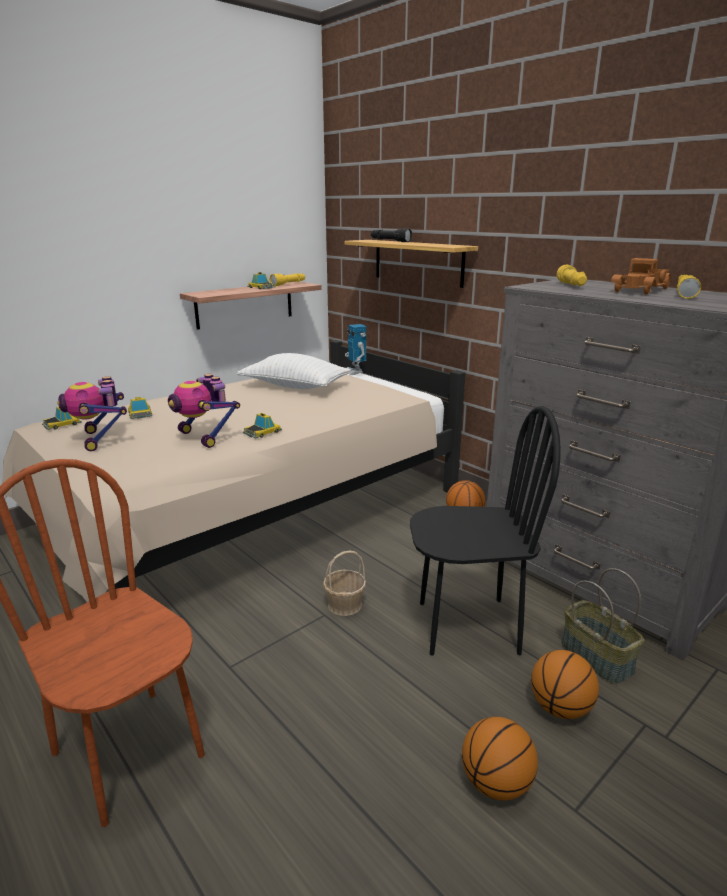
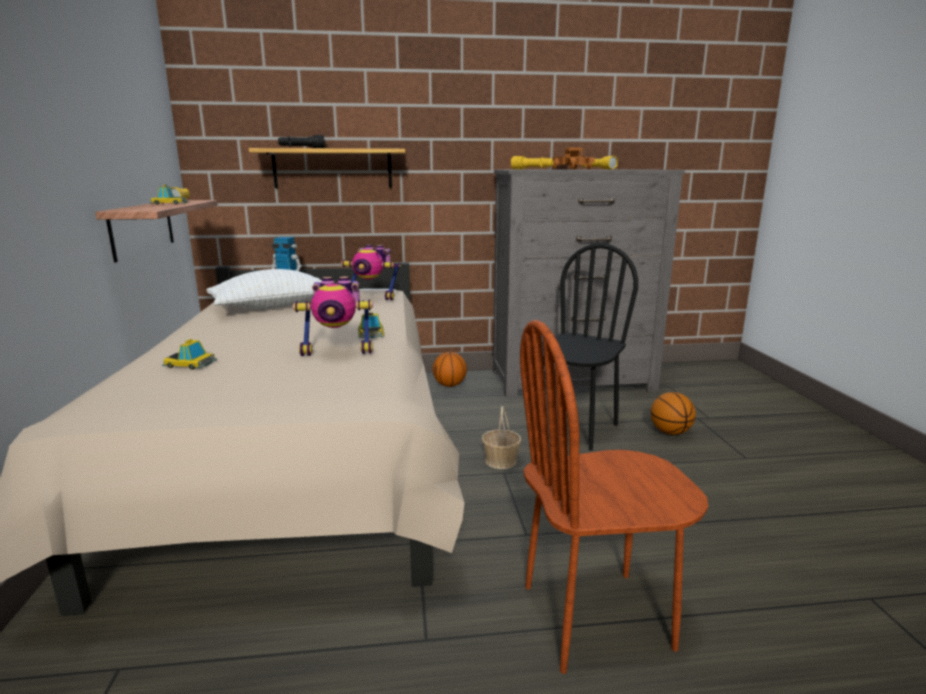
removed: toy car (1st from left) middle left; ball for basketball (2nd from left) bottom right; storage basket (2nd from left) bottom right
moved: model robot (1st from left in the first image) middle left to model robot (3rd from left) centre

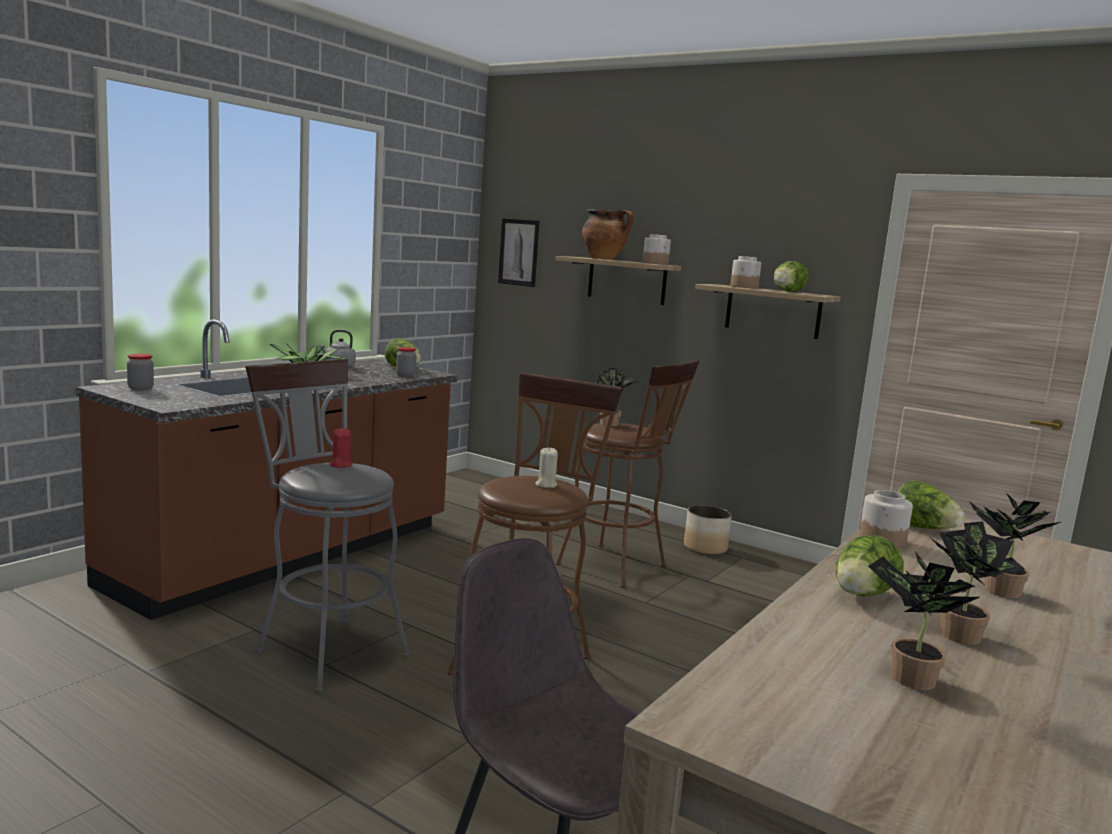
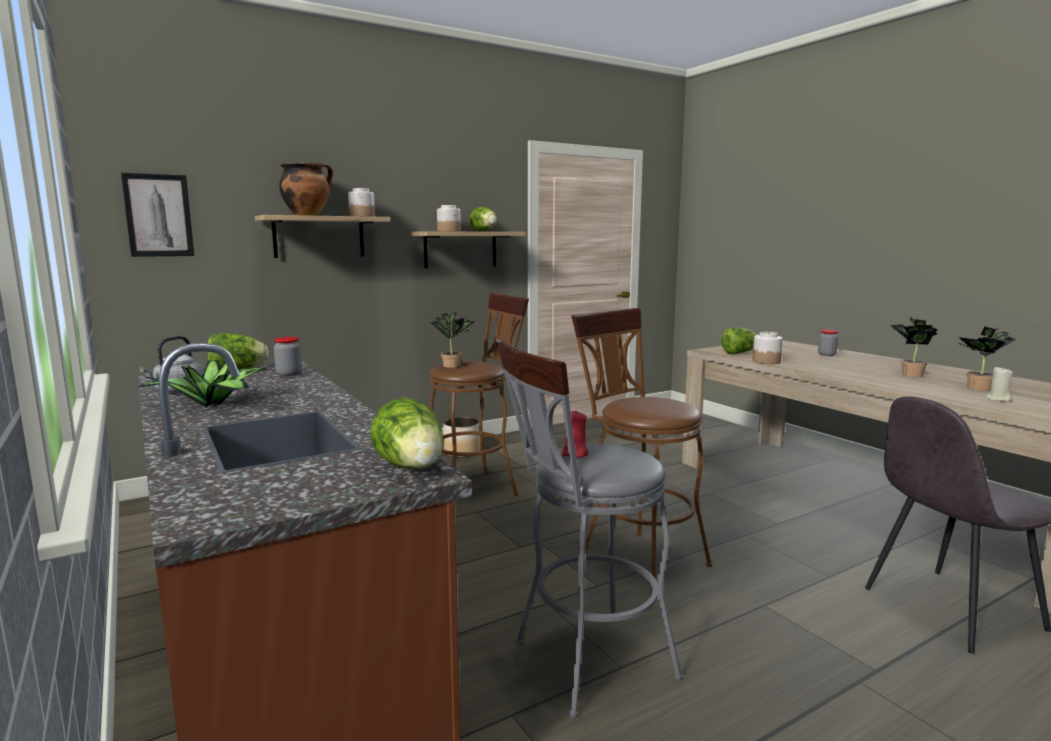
removed: plant in a pot (5th from left) middle right
moved: head of lettuce (3rd from left in the first image) bottom right to head of lettuce (2nd from left) centre; jar (1st from left in the first image) middle left to jar (5th from left) middle right; sand-coloured wax candle centre to middle right

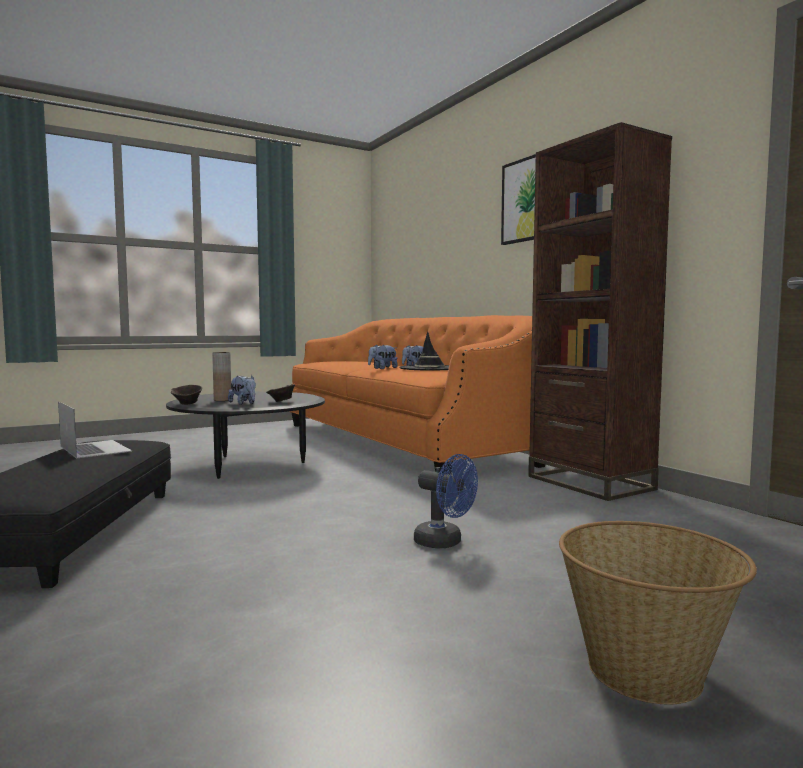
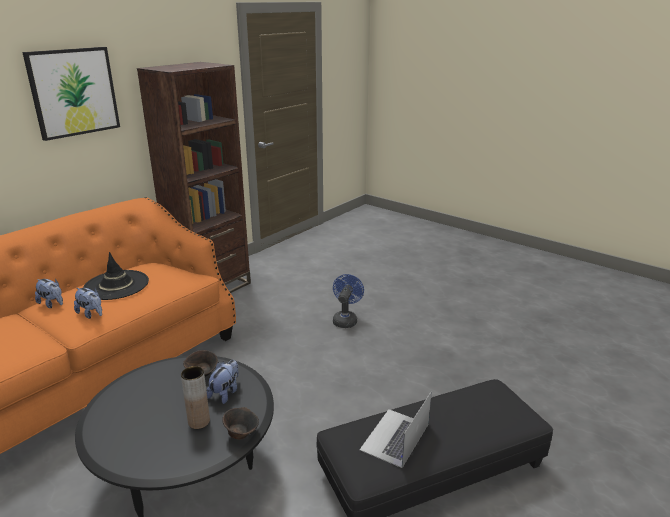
removed: storage basket bottom right

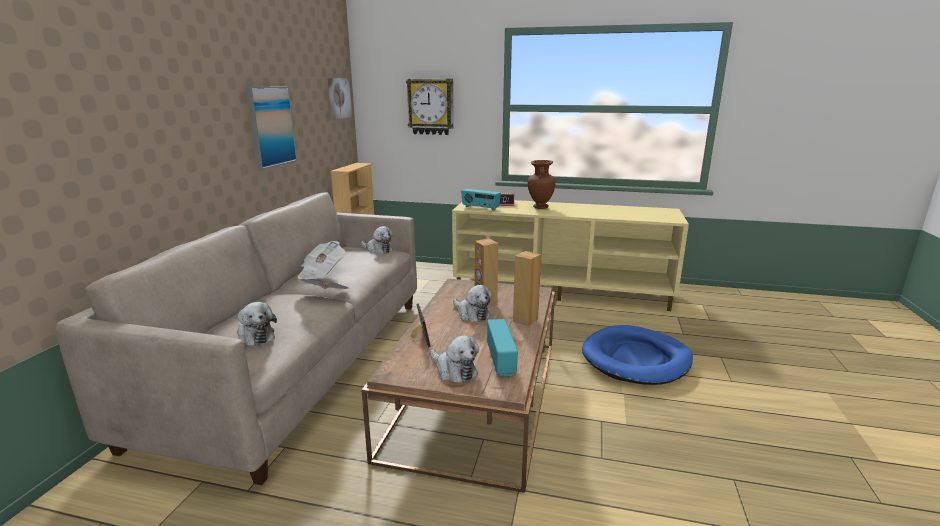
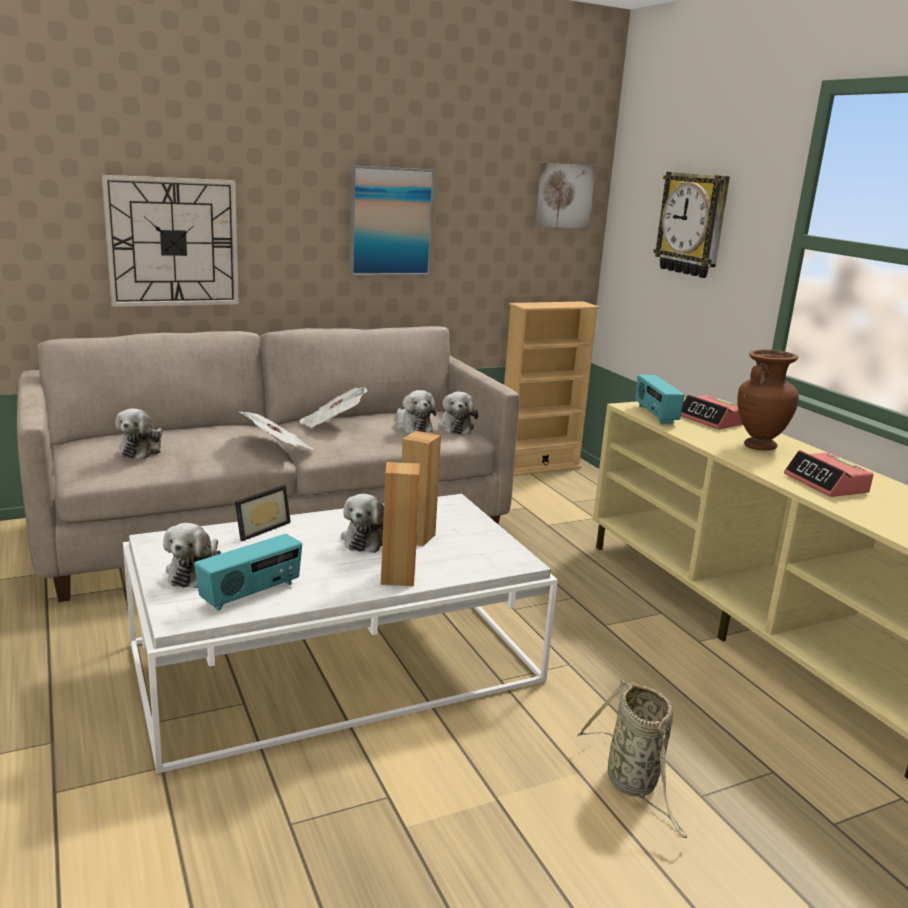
added: hanging clock (1st from left) top left; plush toy (4th from left) centre; table clock (2nd from left) middle right
replaced: blue-coloured pet bed bottom right to storage basket bottom right
recoloured: brownish lounge table bottom centre to white-coloured lounge table bottom centre

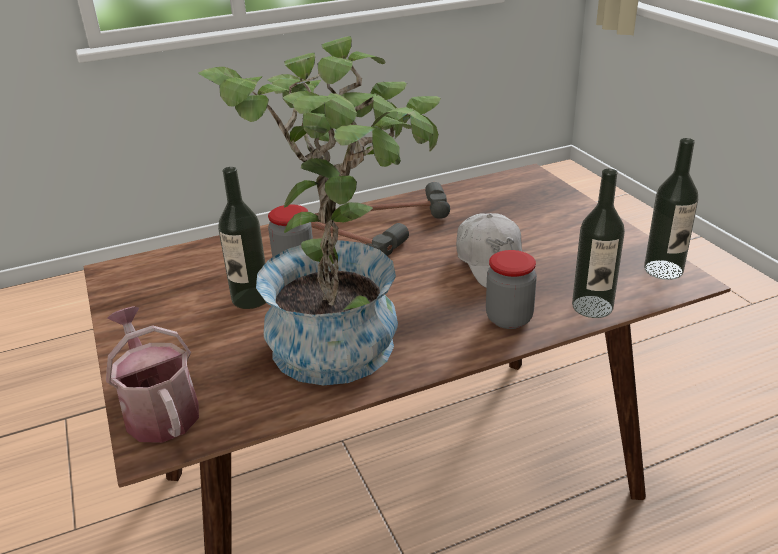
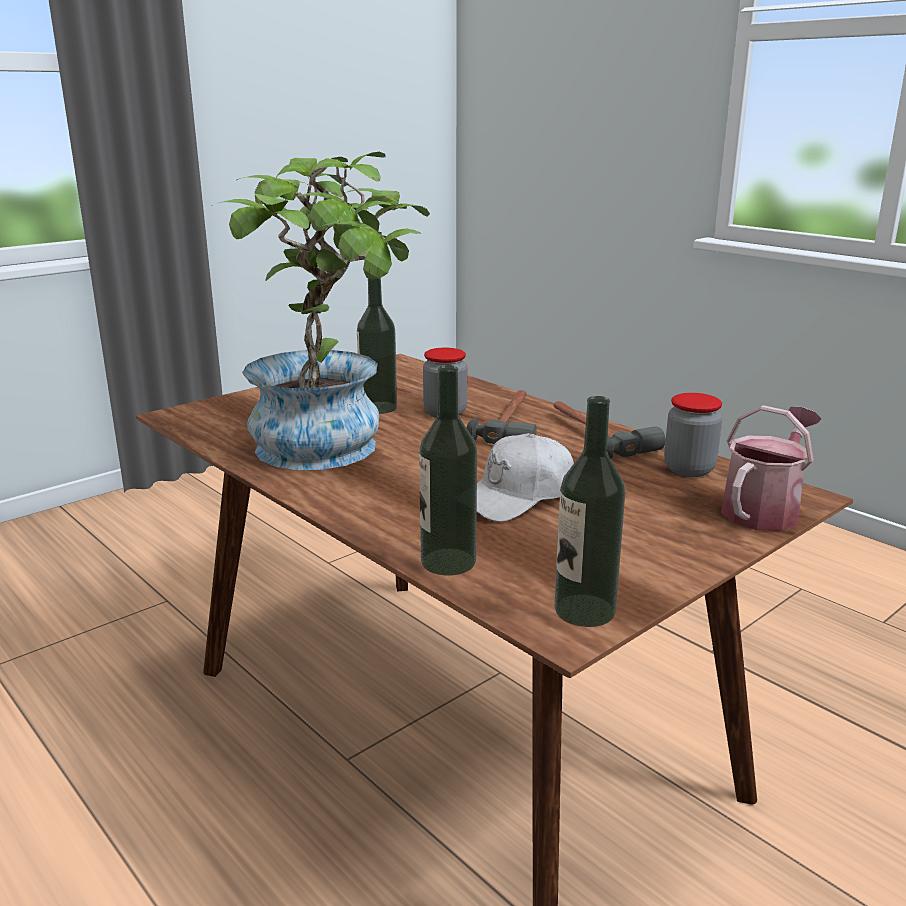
moved: jar (2nd from left) centre to middle right; watering pot bottom left to middle right

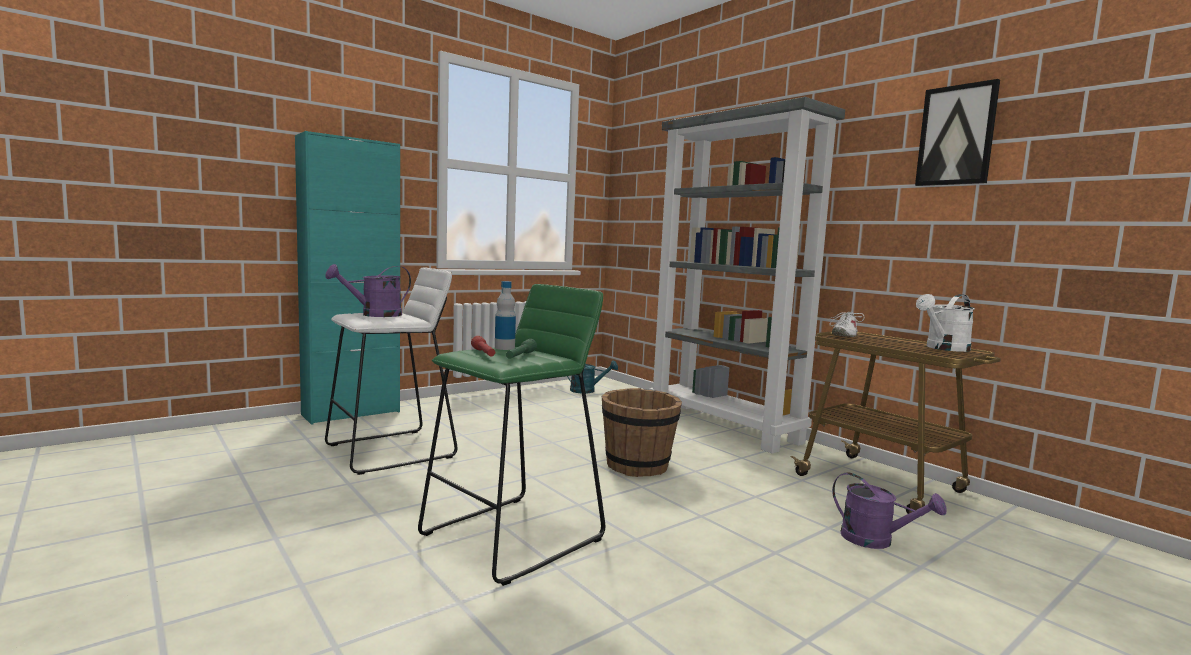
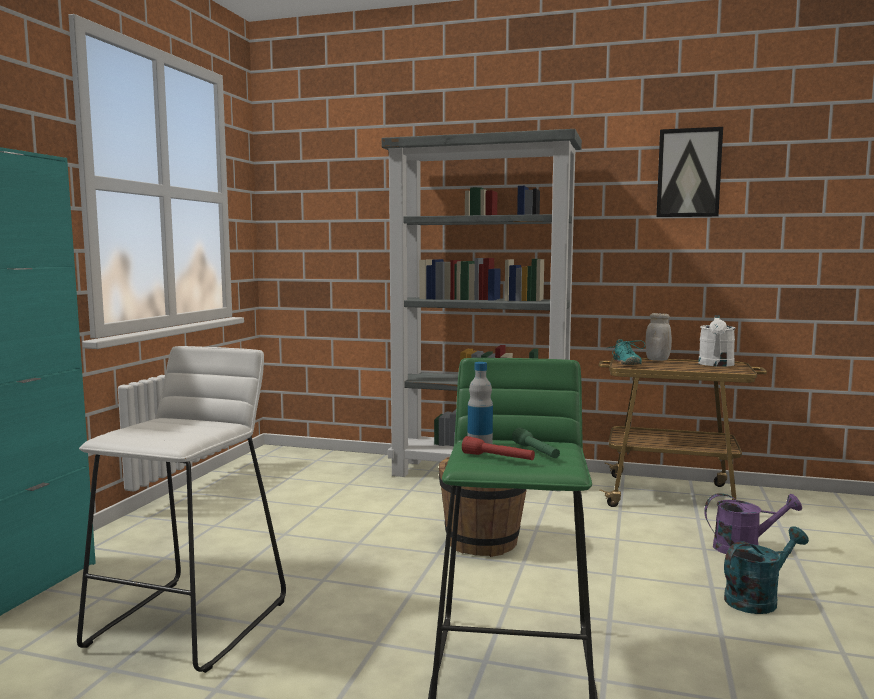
removed: purplish watering pot (1st from left) middle left
added: white-coloured jar middle right
moved: turquoise-coloured watering pot centre to bottom right
recoloured: white-coloured shoe middle right to turquoise-coloured shoe middle right

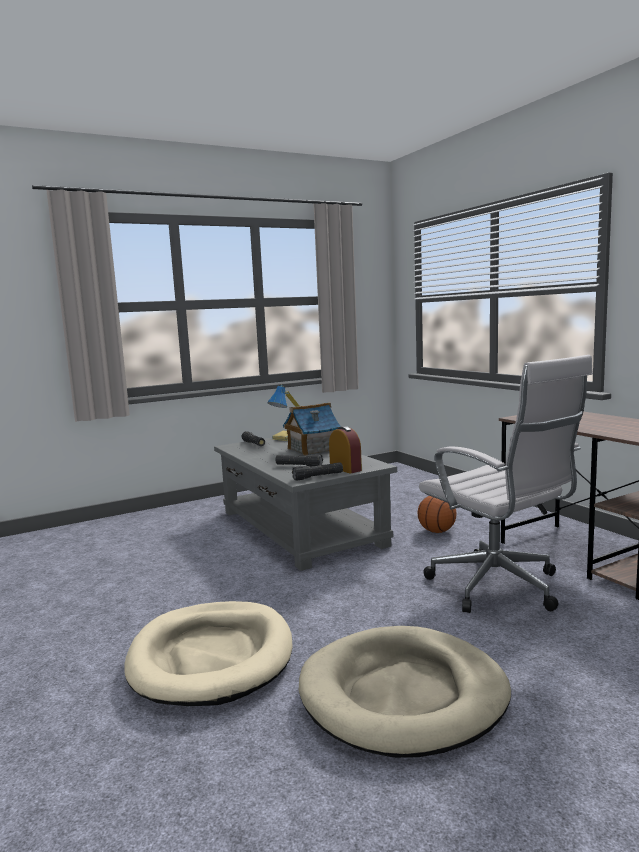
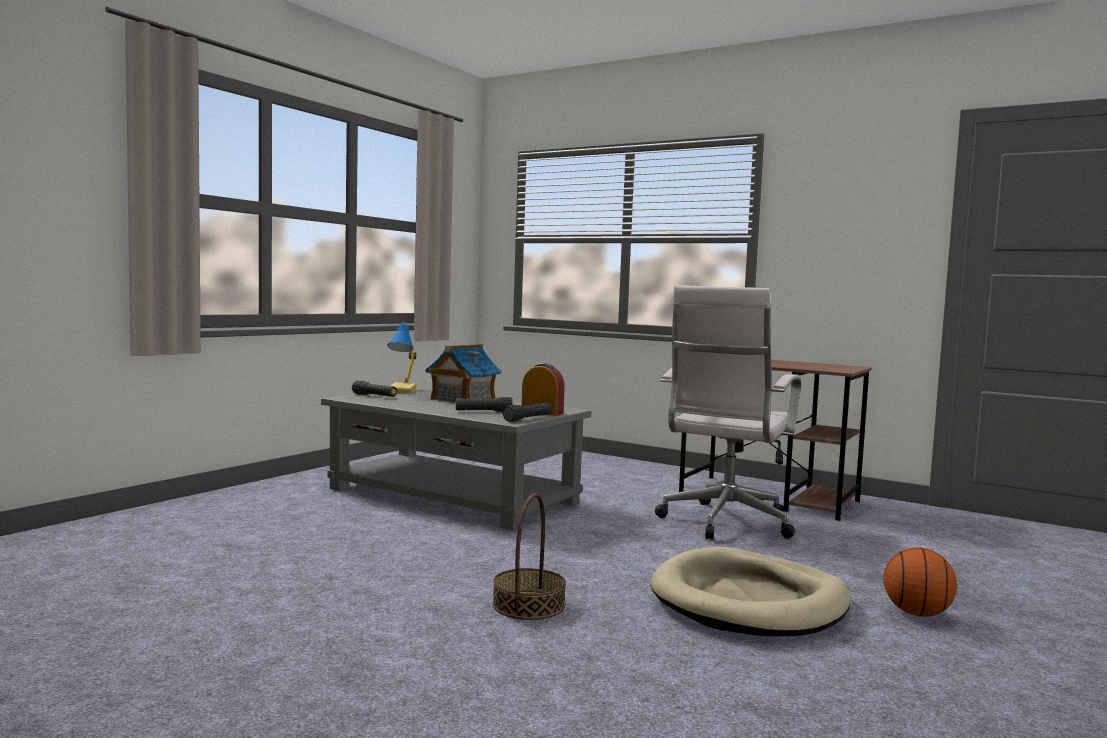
moved: ball for basketball middle right to bottom right
replaced: sand-coloured pet bed (1st from left) bottom left to storage basket bottom centre
turned: white-coloured office chair middle right = centre 90 degrees clockwise

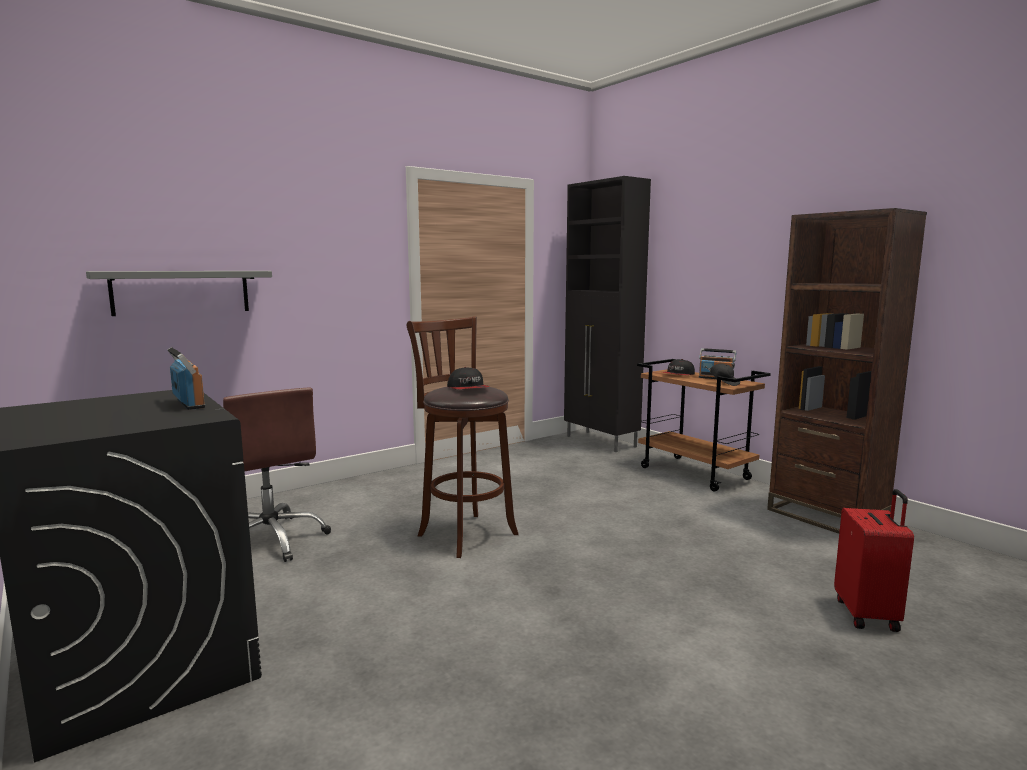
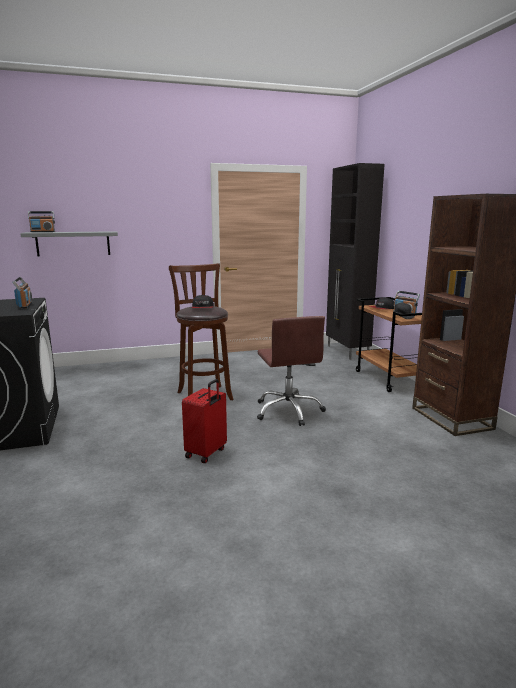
added: radio (2nd from left) top left
moved: red-coloured piece of luggage bottom right to centre; brownish office chair middle left to centre

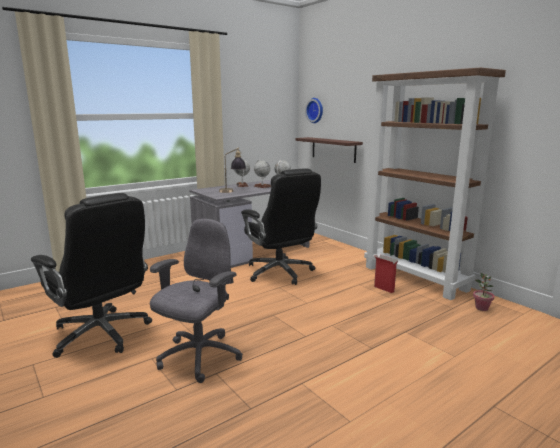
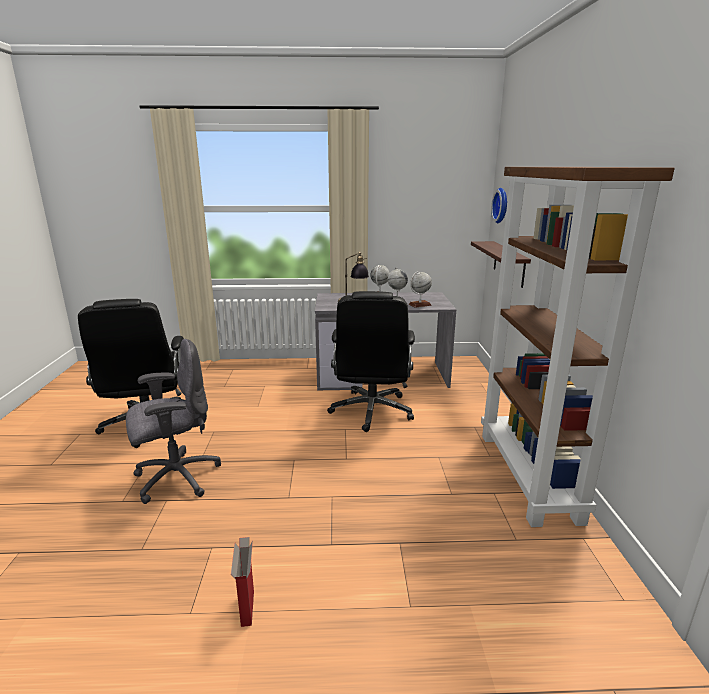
removed: plant in a pot middle right
moved: packing box middle right to bottom centre

